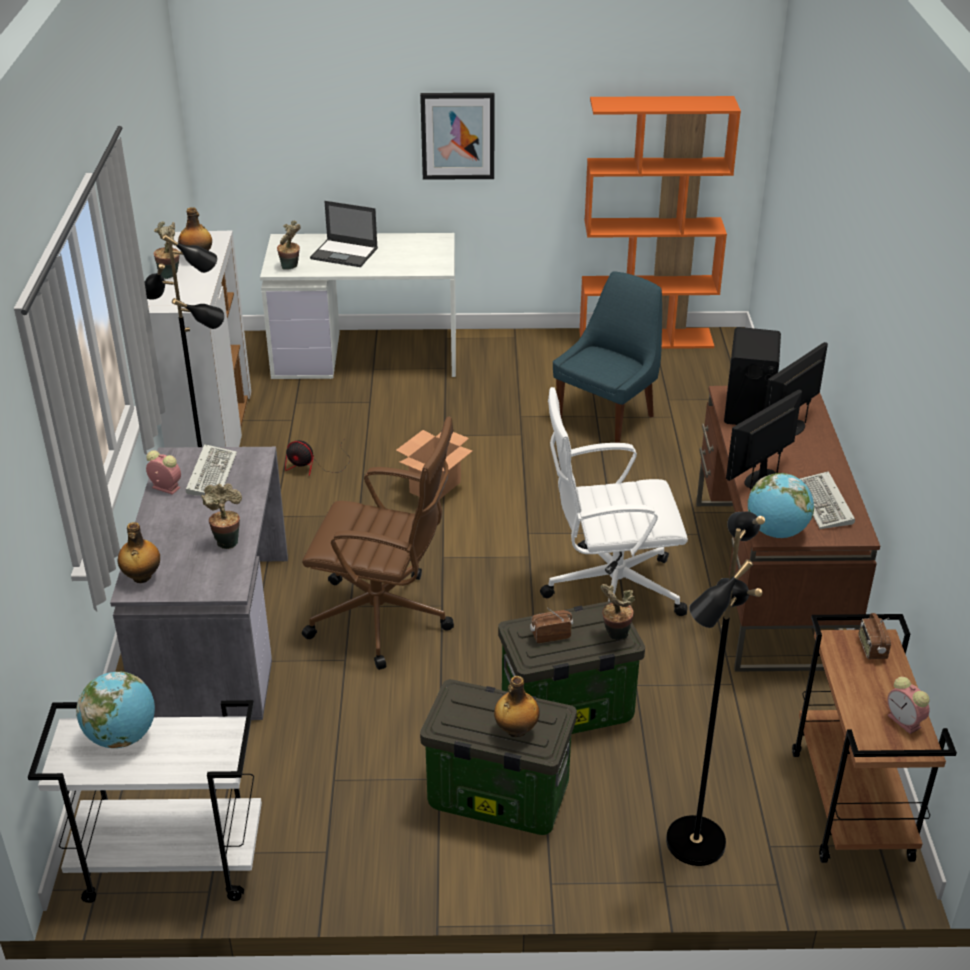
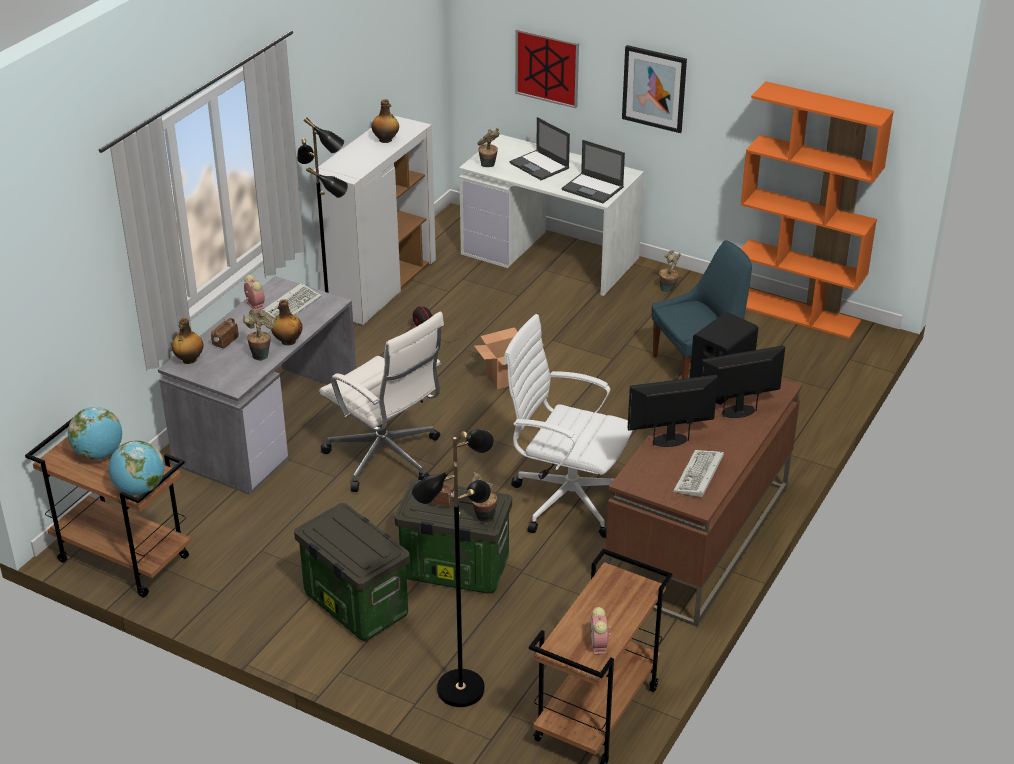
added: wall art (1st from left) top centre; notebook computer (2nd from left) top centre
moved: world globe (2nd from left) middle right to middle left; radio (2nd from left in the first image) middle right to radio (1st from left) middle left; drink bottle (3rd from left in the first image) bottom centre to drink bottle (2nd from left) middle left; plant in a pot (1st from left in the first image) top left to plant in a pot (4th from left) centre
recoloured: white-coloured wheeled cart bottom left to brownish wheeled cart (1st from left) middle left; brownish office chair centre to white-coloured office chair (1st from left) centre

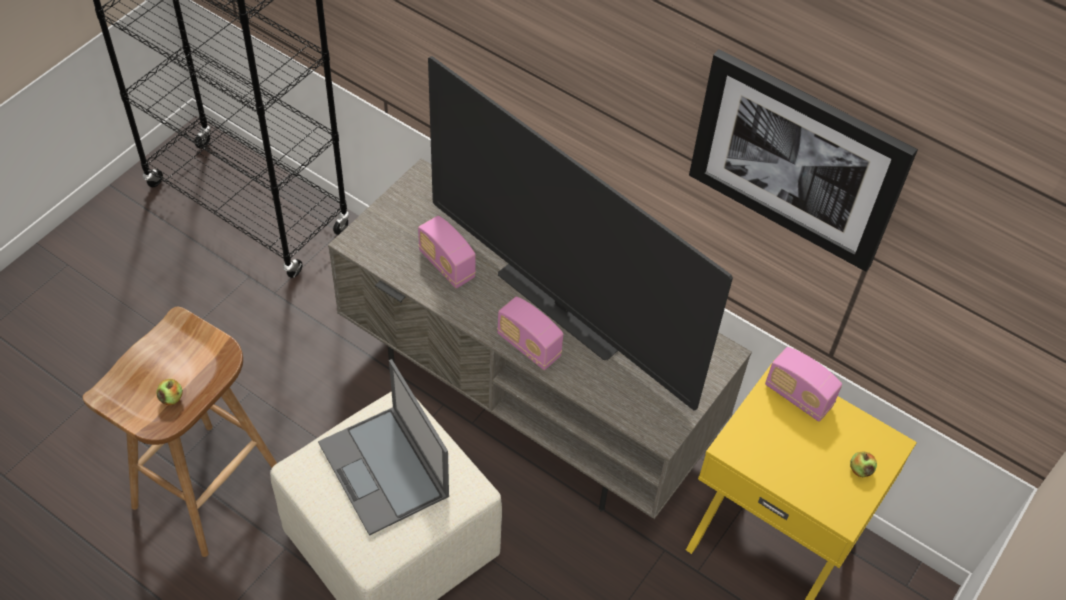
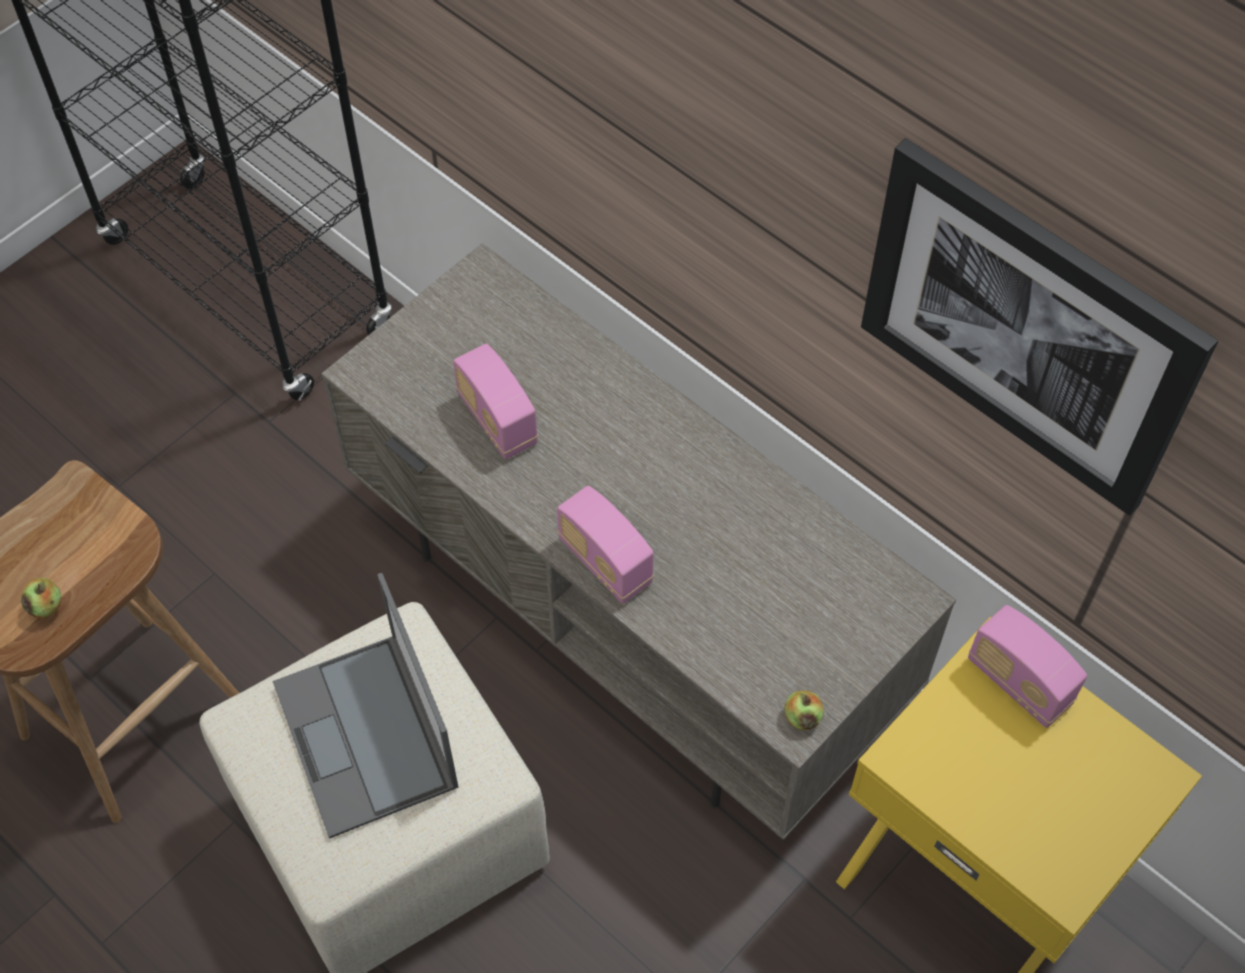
removed: television centre
moved: apple fruit (2nd from left) bottom right to bottom centre

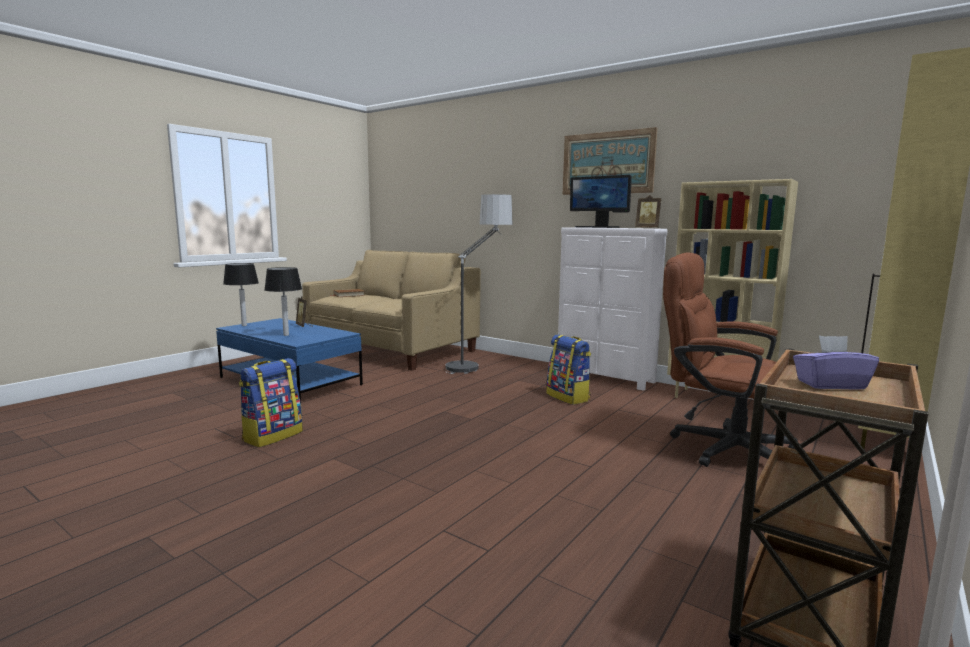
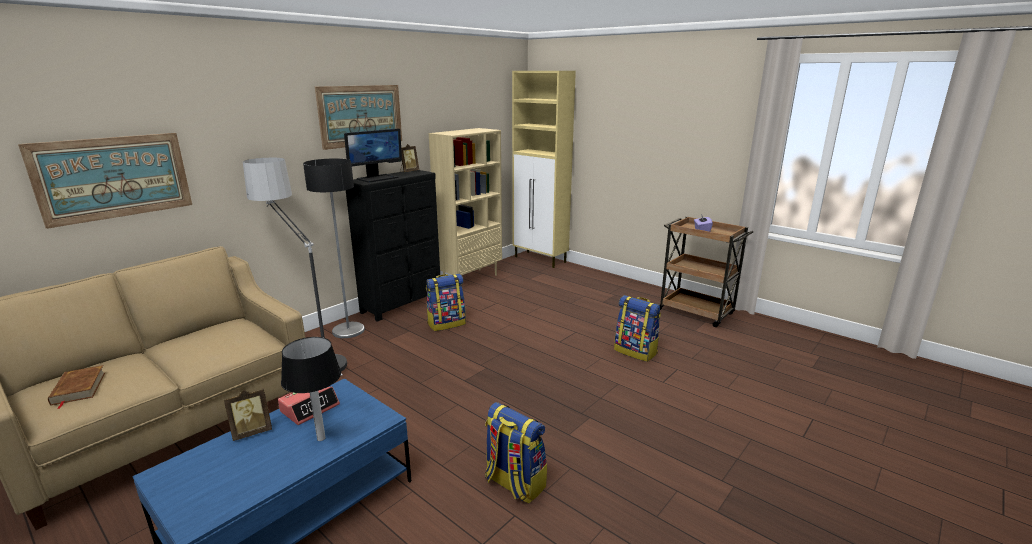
removed: tabletop lamp (1st from left) middle left; brownish office chair middle right
added: wall art (1st from left) top left; table clock bottom left; standing lamp (2nd from left) middle left; backpack (3rd from left) centre
recoloured: white-coloured chest of drawers centre to black-coloured chest of drawers centre

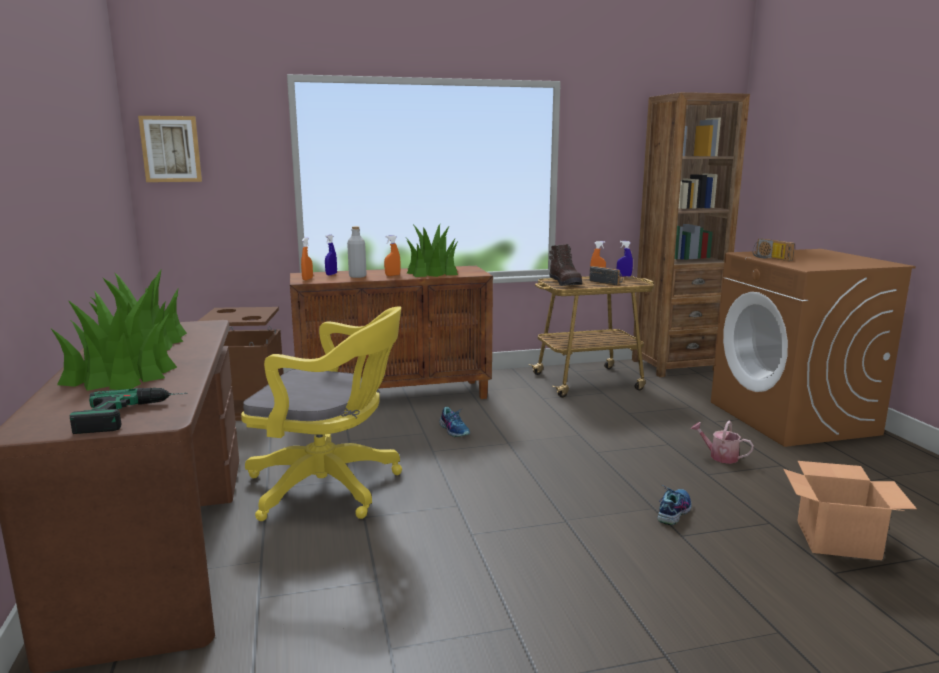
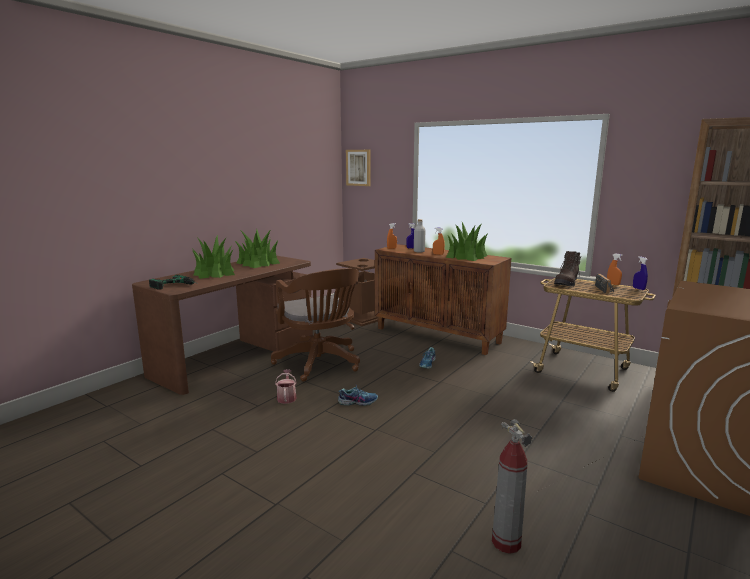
removed: radio (2nd from left) middle right
moved: watering pot middle right to bottom centre; shoe (2nd from left in the first image) bottom right to shoe (1st from left) bottom centre
replaced: packing box bottom right to fire-fighting cylinder bottom right
recoloured: yellowish office chair centre to brownish office chair centre

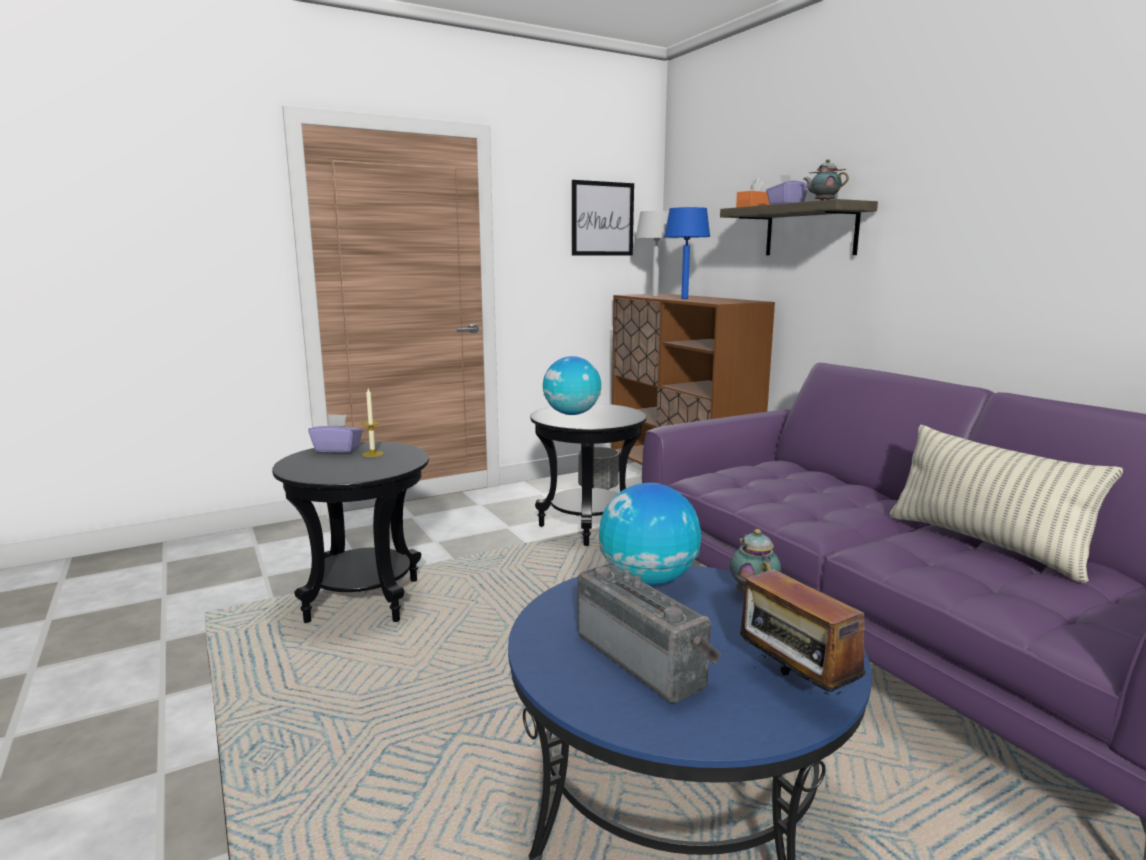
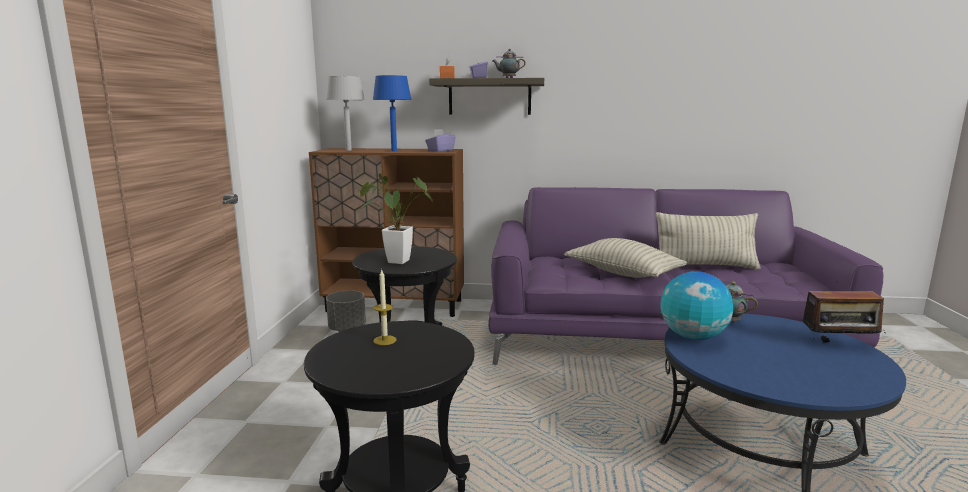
removed: wall art top centre; radio (1st from left) bottom centre
added: cushion (1st from left) centre
moved: purplish box of tissues (1st from left) middle left to top centre
replaced: world globe (1st from left) centre to plant in a pot centre

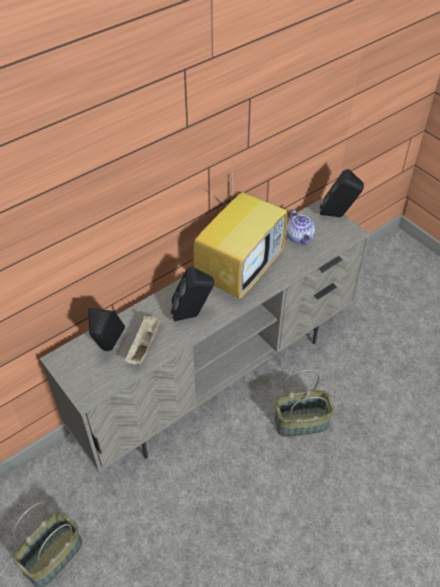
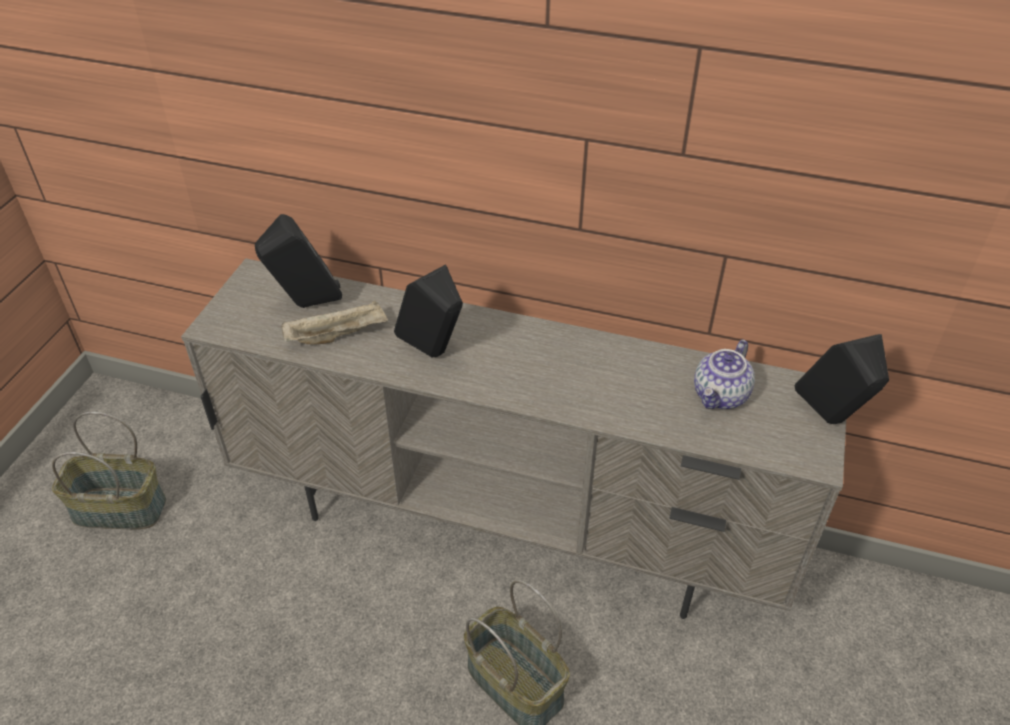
removed: television centre

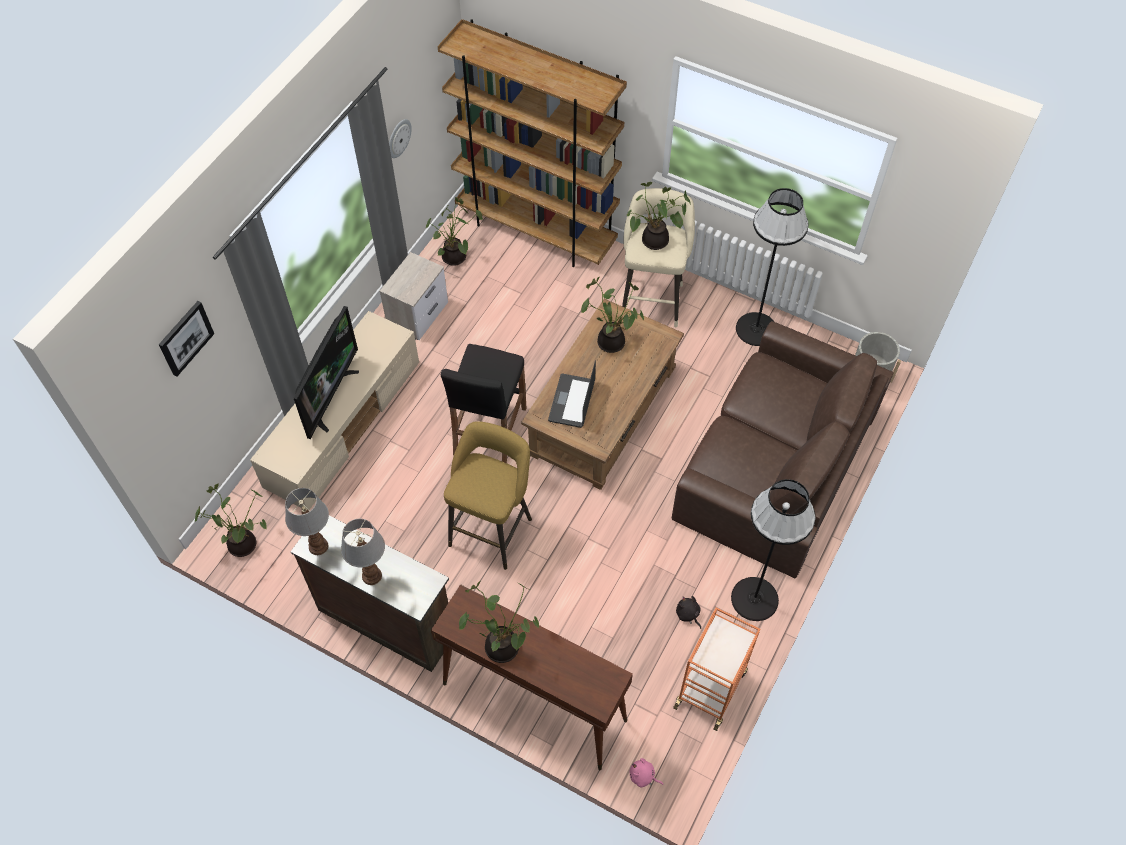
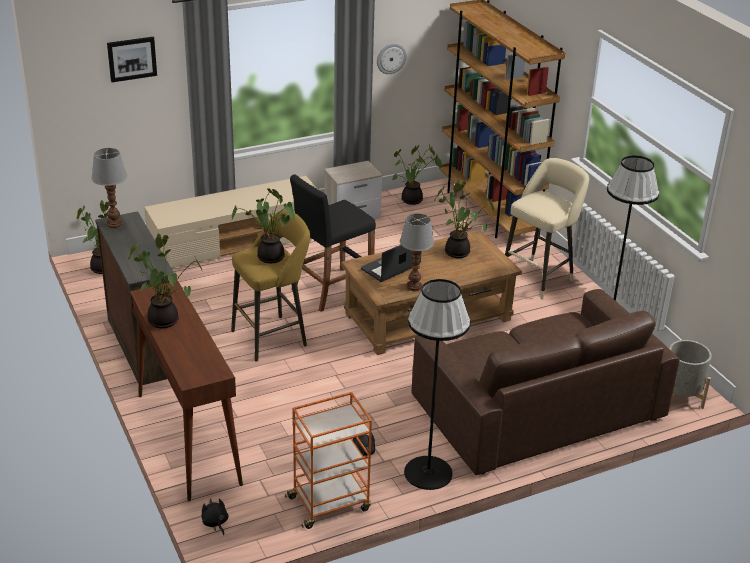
removed: television middle left
moved: plant in a pot (5th from left in the first image) top centre to plant in a pot (3rd from left) centre; tabletop lamp (2nd from left) middle left to centre
recoloured: pink-coloured plush toy bottom centre to black-coloured plush toy (1st from left) bottom left

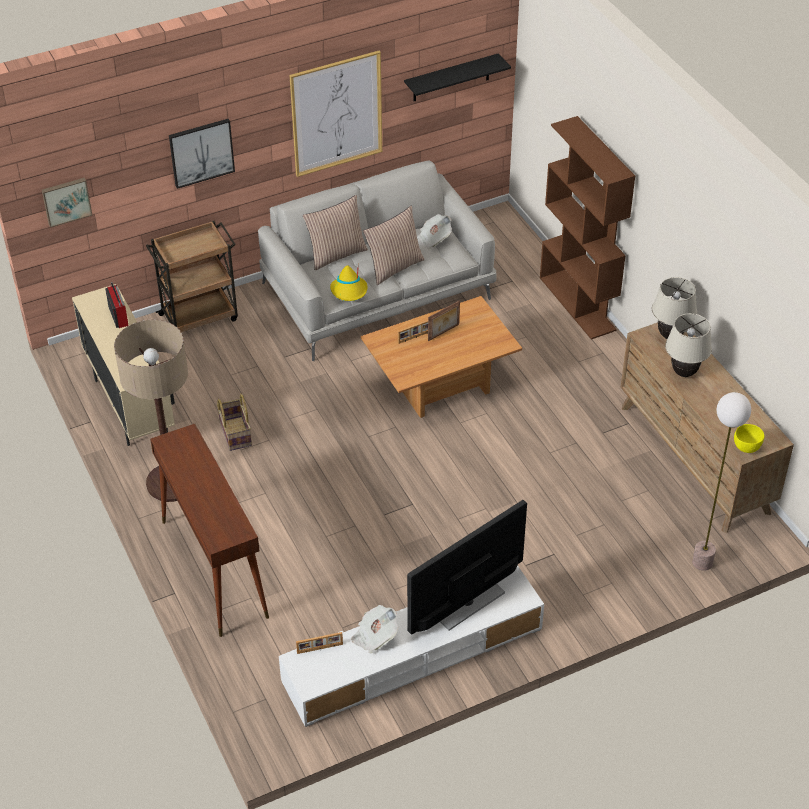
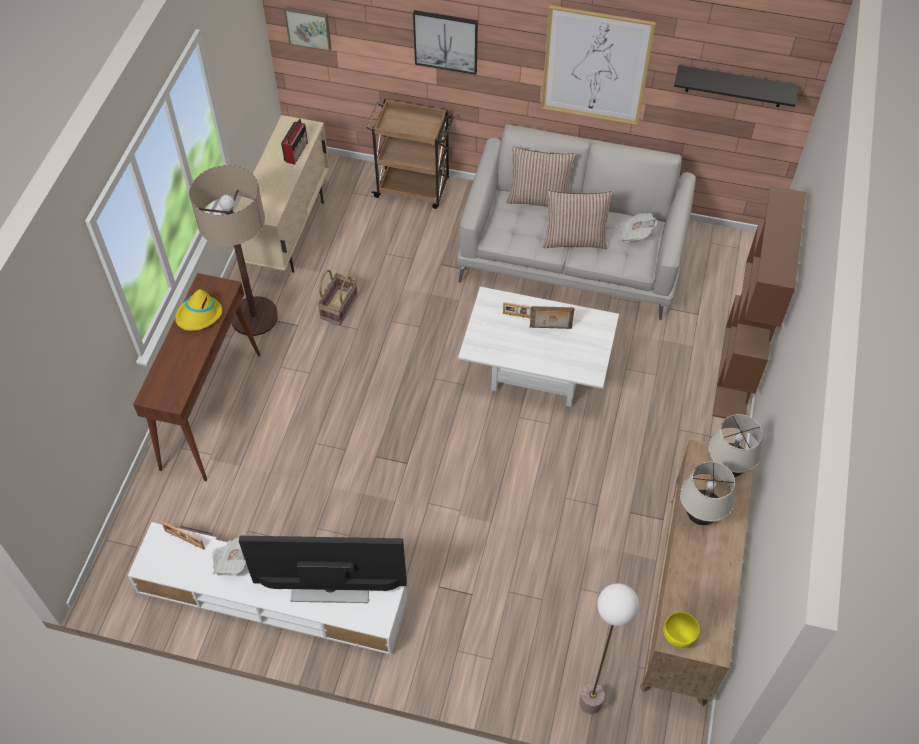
moved: yellowish clothing hat centre to middle left
recoloured: brownish lounge table centre to white-coloured lounge table centre

